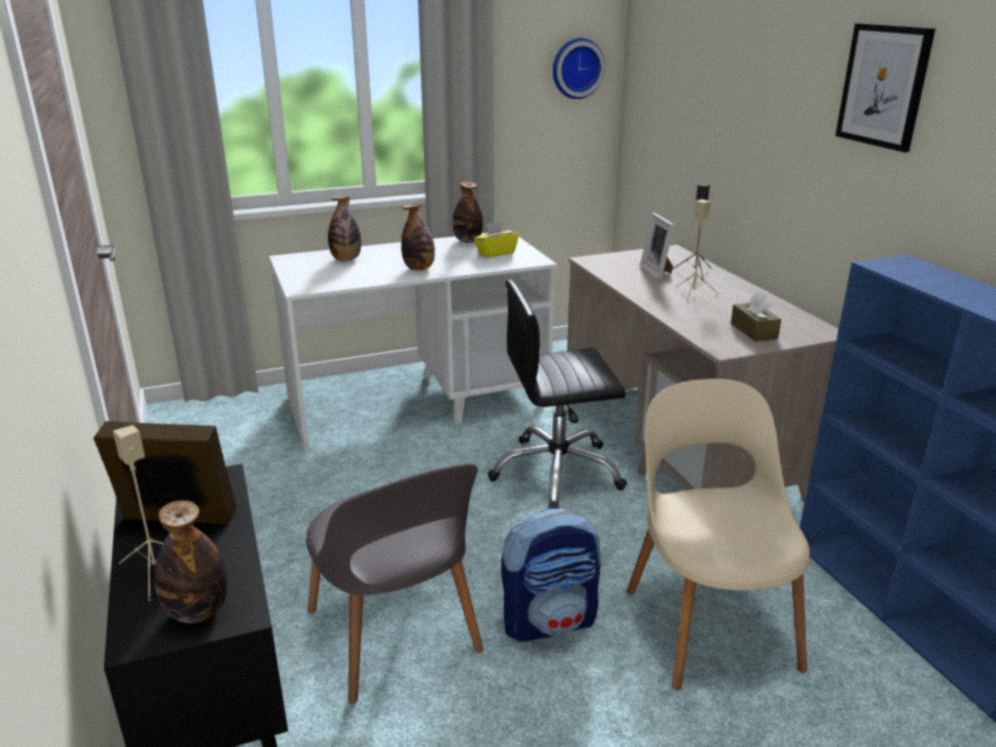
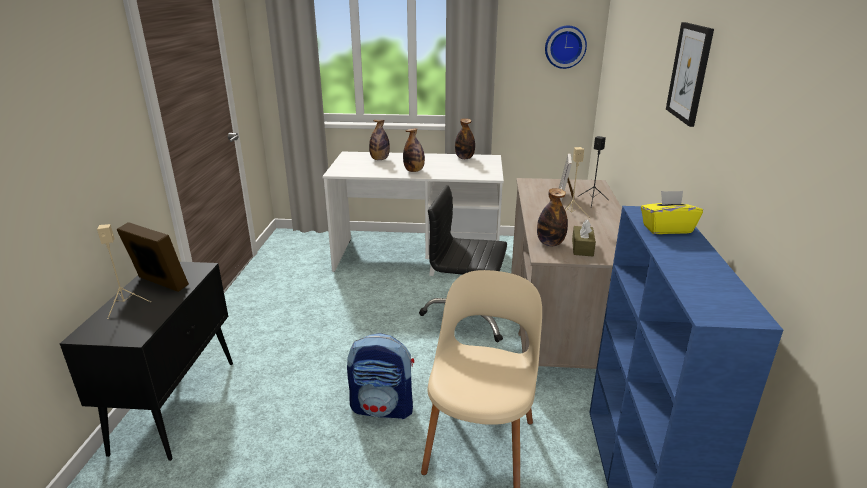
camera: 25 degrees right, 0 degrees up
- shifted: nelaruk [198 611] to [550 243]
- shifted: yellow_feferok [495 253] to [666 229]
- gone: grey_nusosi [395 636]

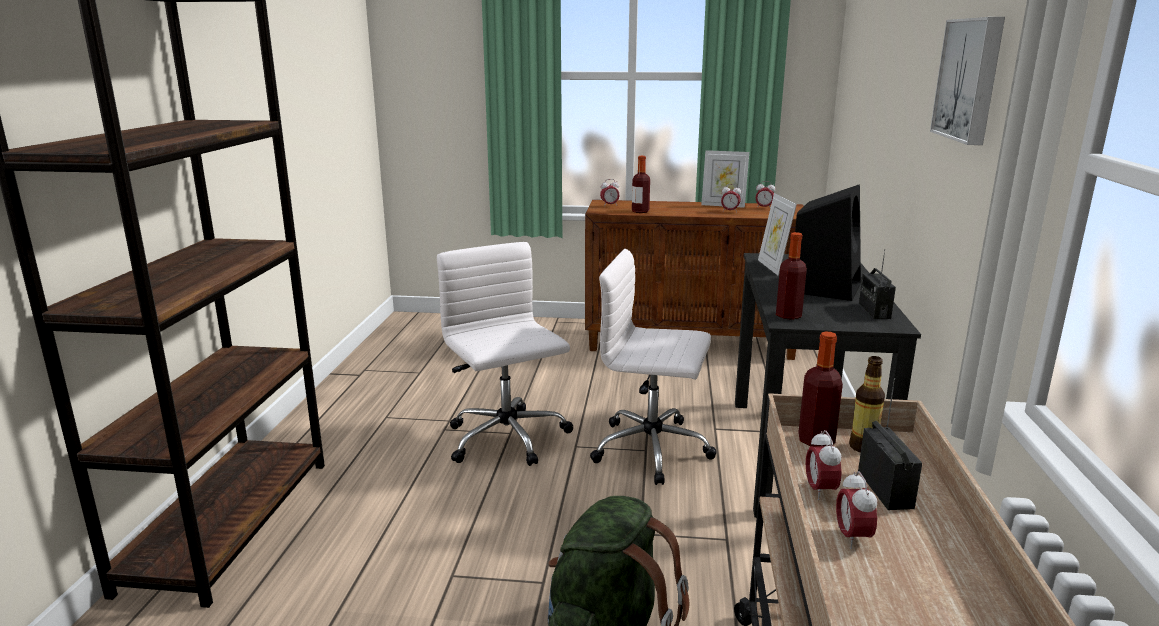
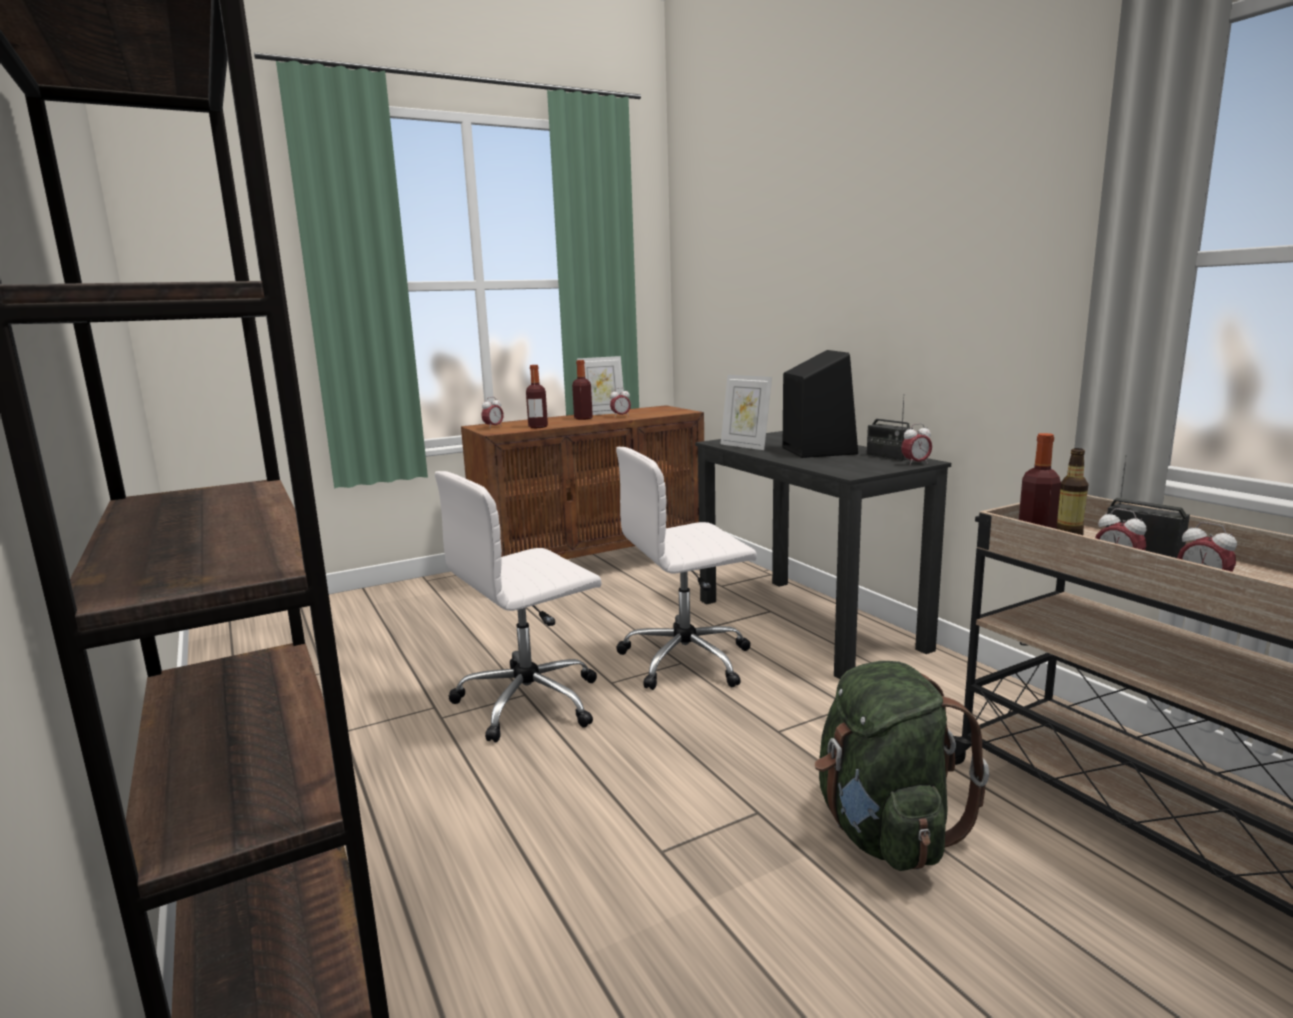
camera: 35 degrees left, 5 degrees down
- rotated: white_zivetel [508 439] = [531 701] 60 degrees counterclockwise
- shifted: nelaruk [788 315] to [583 418]
- shifted: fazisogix [764 208] to [915 463]
- gone: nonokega [971 79]

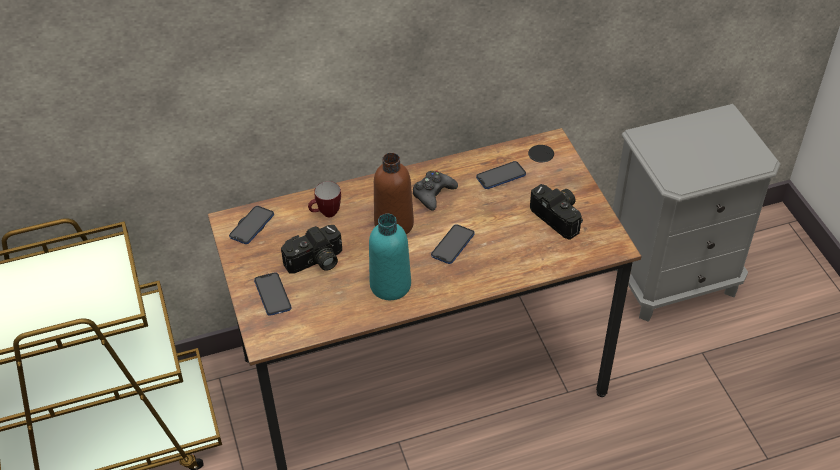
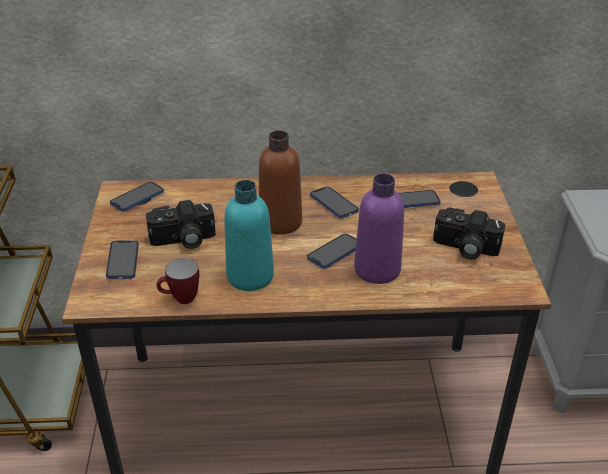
camera: 15 degrees right, 10 degrees down
- shifted: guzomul [326 214] to [180 299]
- swapped: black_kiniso [433 194] to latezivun [333 203]
- new: purple_nelaruk [377 269]
- rotated: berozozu [559 217] = [464 248] 135 degrees clockwise

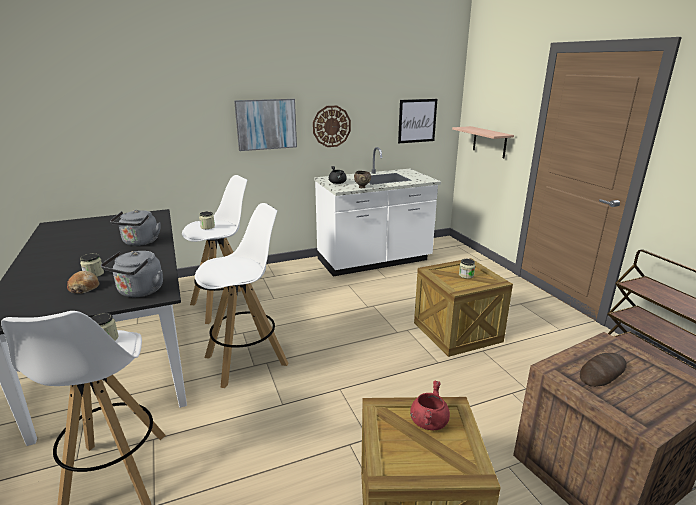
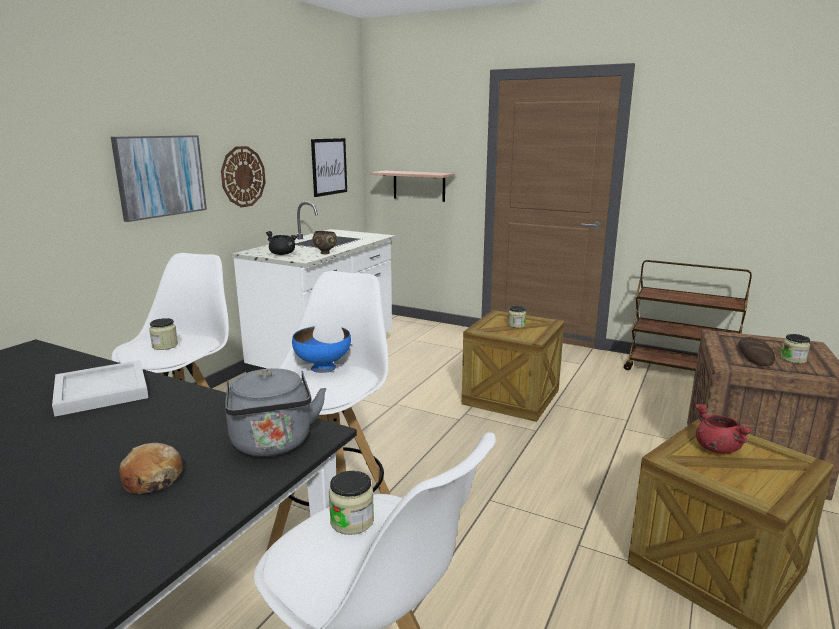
camera: 40 degrees left, 5 degrees down
- swapped: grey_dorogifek [140 242] to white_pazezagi [100 391]
- new: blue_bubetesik [323 367]
- shifted: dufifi [94 274] to [793 359]

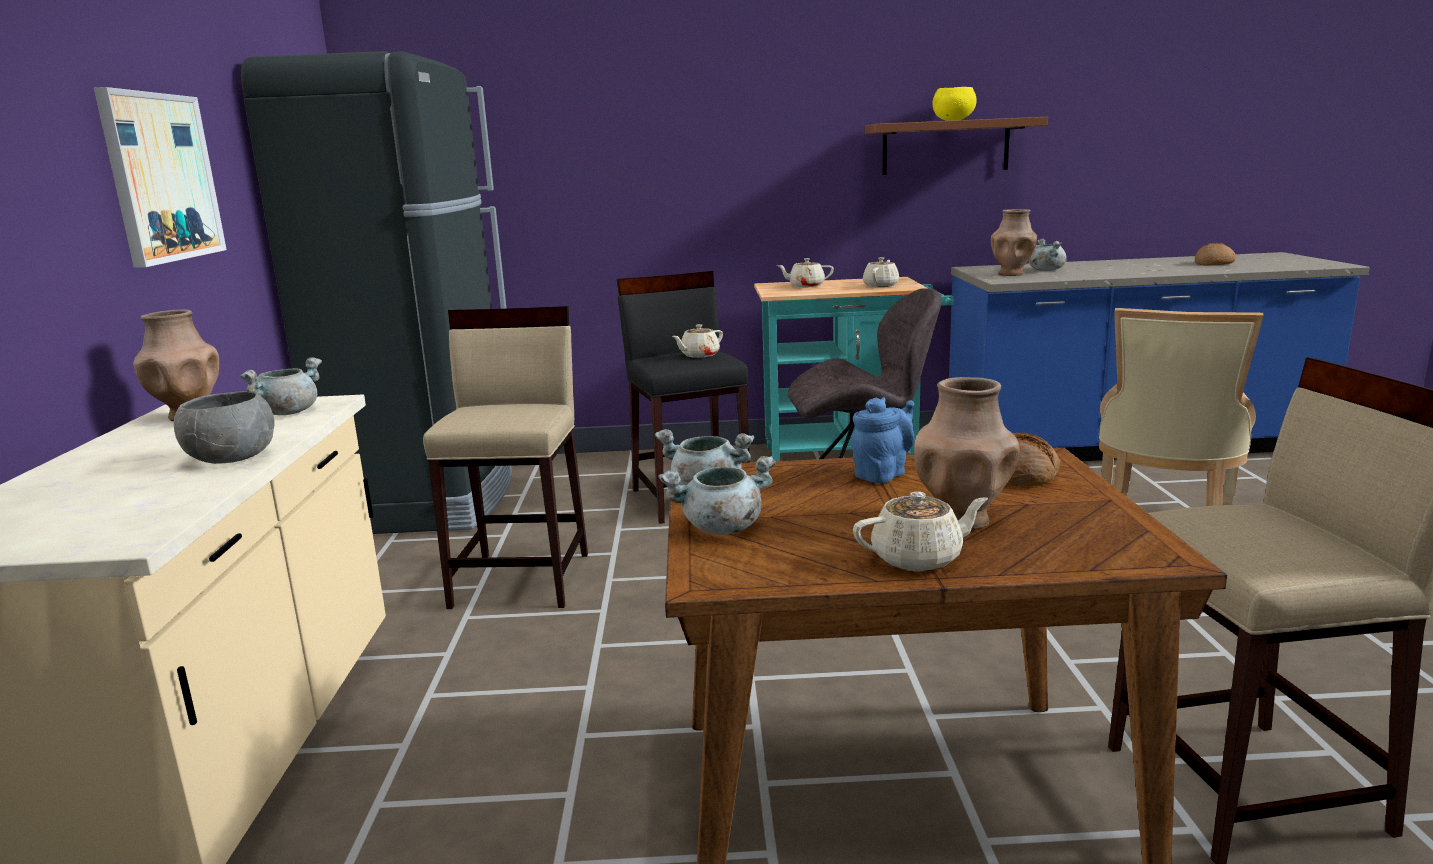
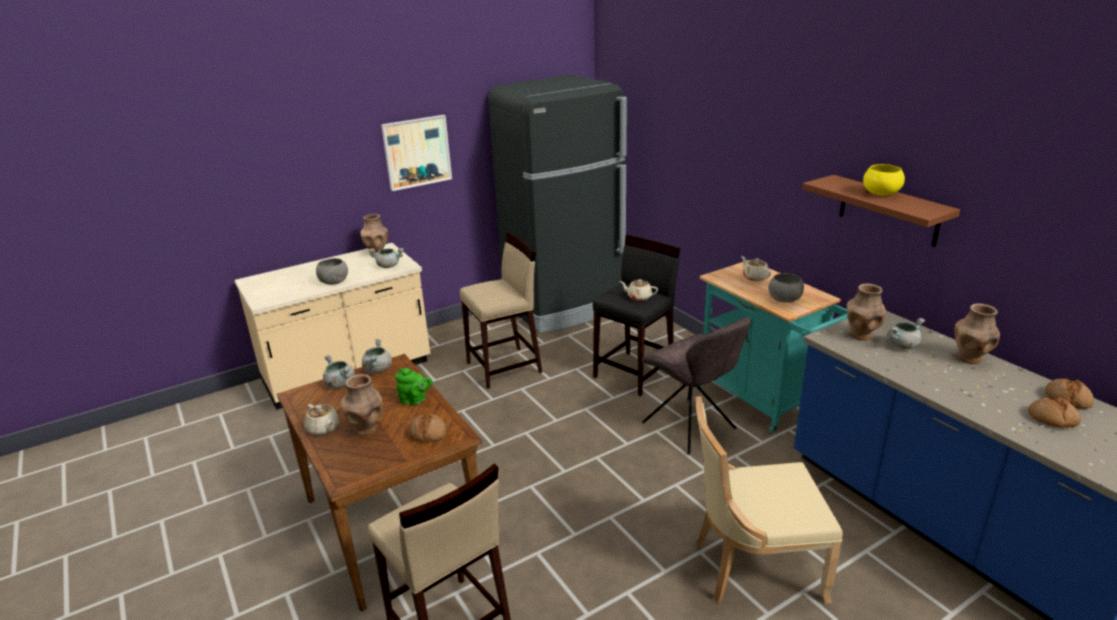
camera: 60 degrees right, 10 degrees up
- repainted: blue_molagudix [883 474] to green_molagudix [415 400]
- swapped: beige_molagudix [881 285] to grey_bubetesik [784 299]
- new: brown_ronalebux [969 359]
- new: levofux [1067 399]

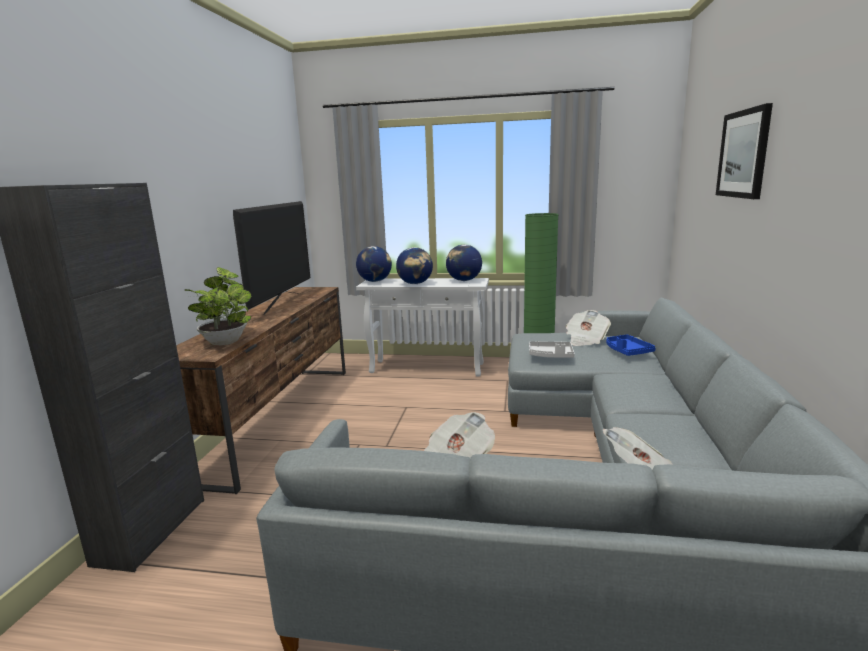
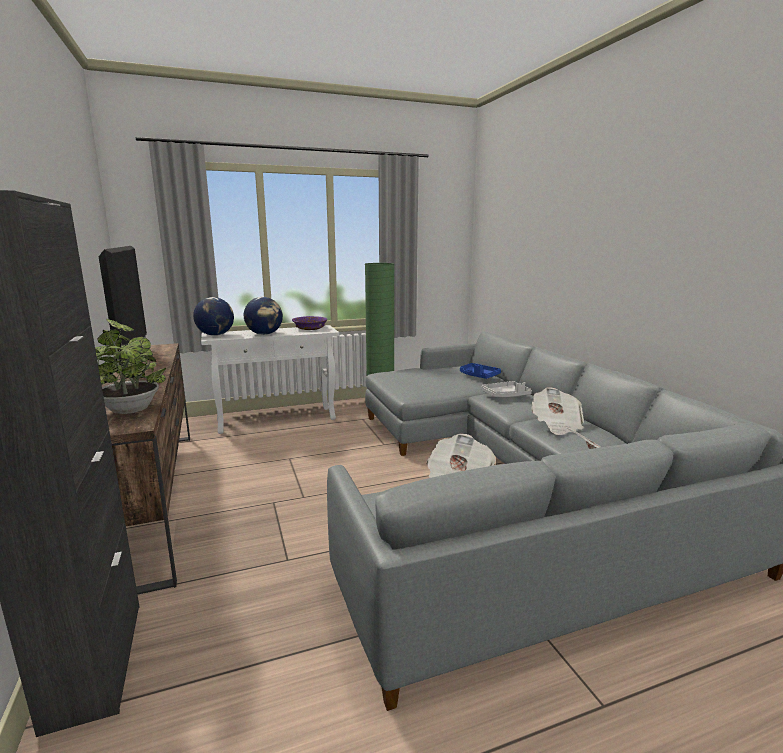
camera: 30 degrees left, 0 degrees up
- swapped: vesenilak [464 280] to purple_bubetesik [310 328]
- shifted: grey_pazezagi [551 356] to [505 395]
- shifted: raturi [585 340] to [556 425]
- gone: nonokega [743 154]

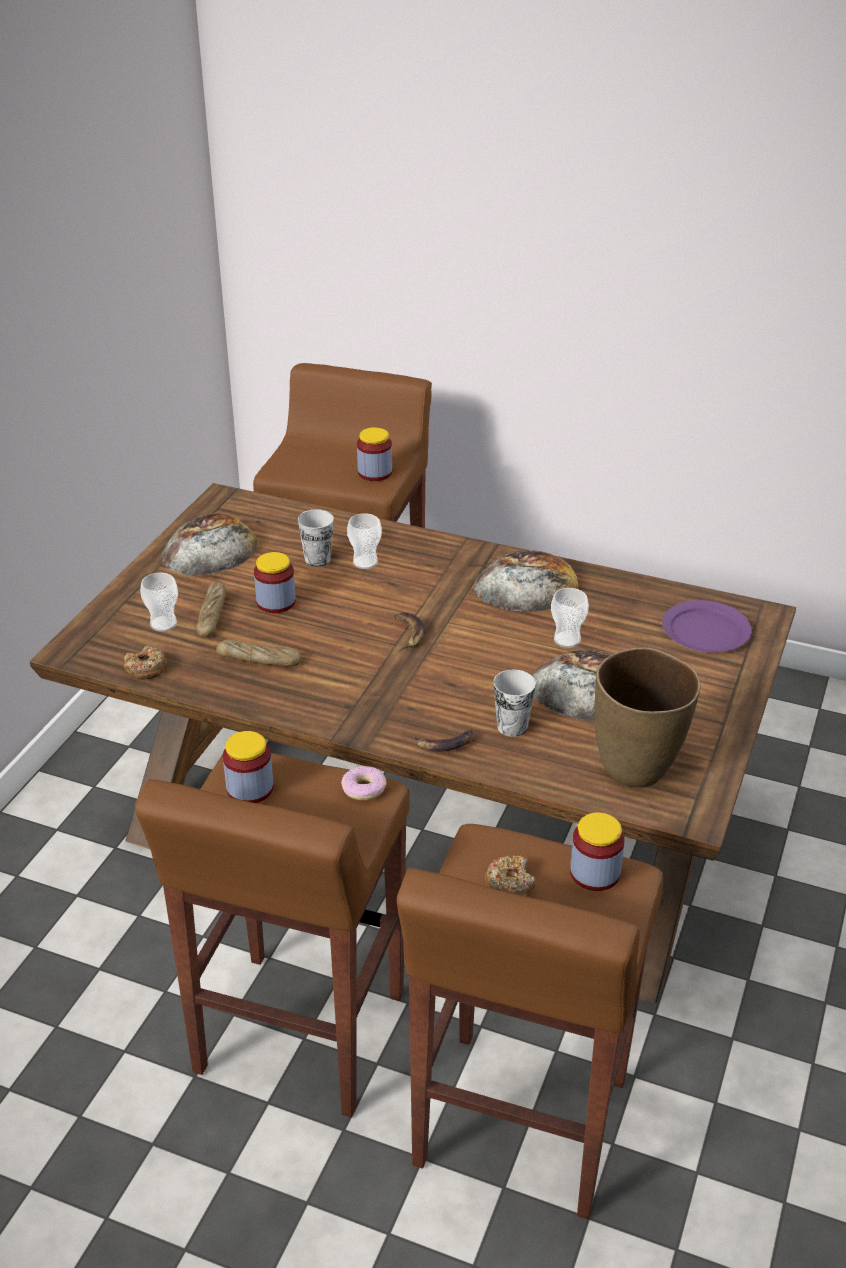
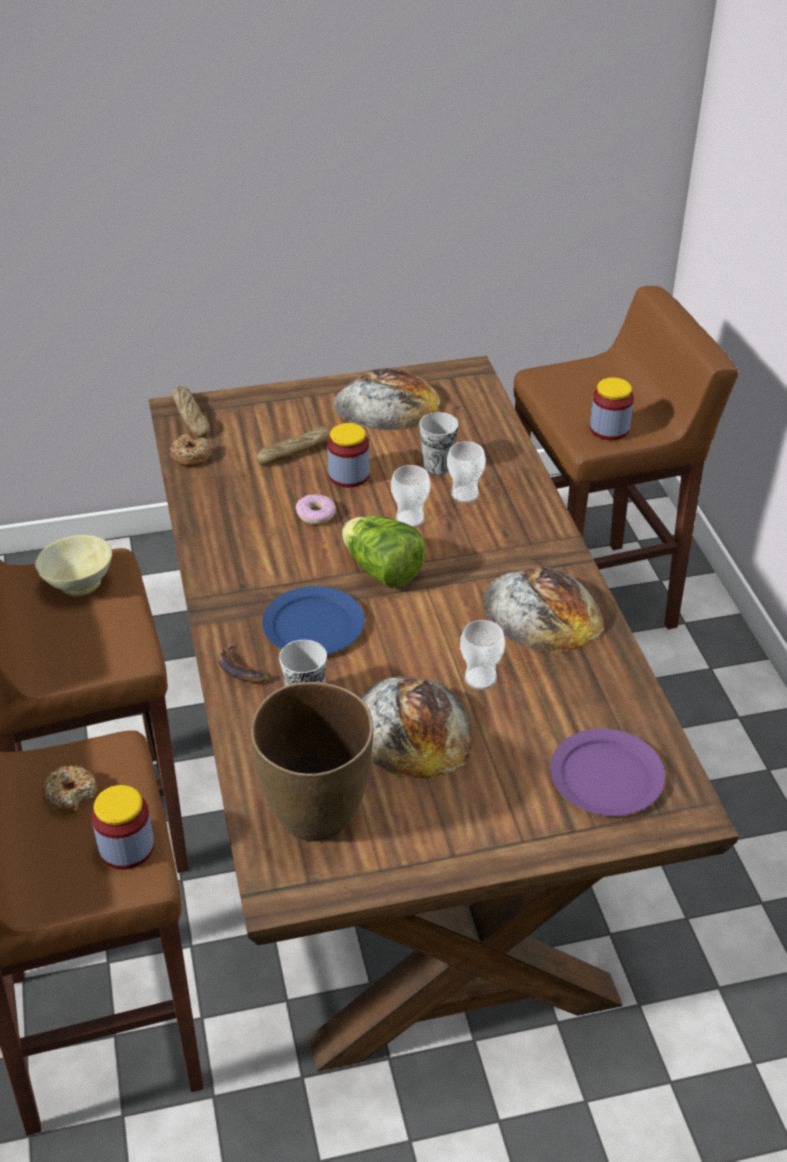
camera: 55 degrees right, 5 degrees up
- swapped: dufifi [250 788] to beige_bubetesik [79 583]
- shifted: levofux [259 659] to [191 417]
- new: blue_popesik [313 626]
- shifted: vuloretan [363 788] to [316 514]
- swapped: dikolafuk [408 633] to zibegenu [382 571]
- shifted: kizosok [163 624] to [410 519]

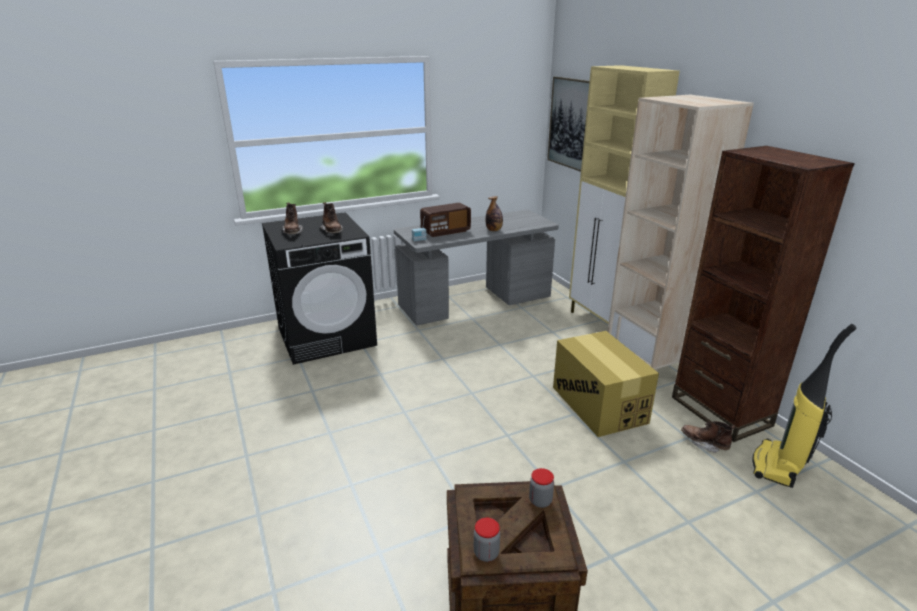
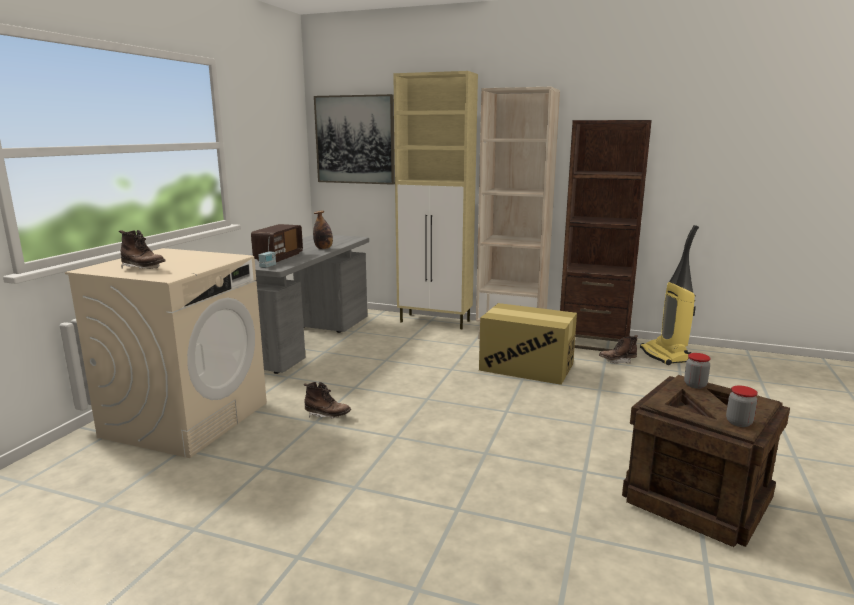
camera: 45 degrees left, 10 degrees down
- repainted: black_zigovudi [327 336] to beige_zigovudi [187 419]
- shifted: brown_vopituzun [332 231] to [327 416]

